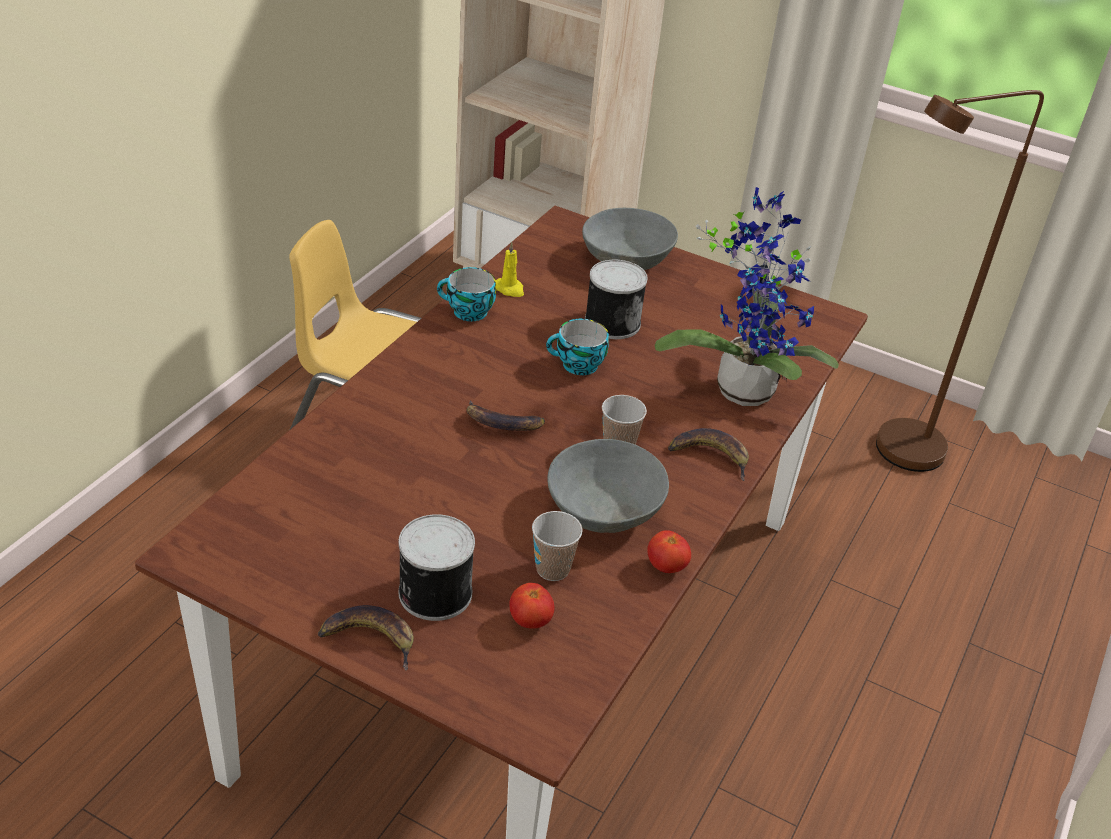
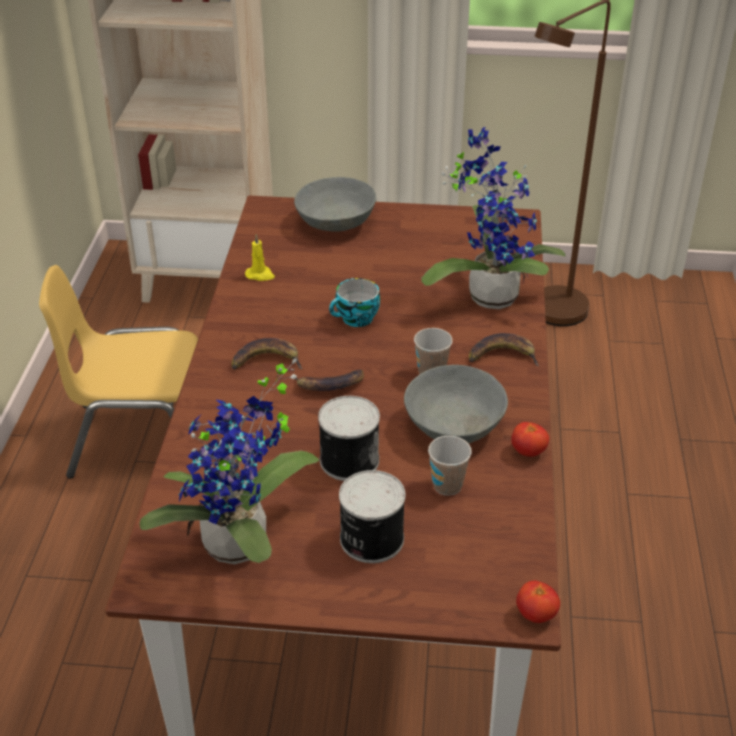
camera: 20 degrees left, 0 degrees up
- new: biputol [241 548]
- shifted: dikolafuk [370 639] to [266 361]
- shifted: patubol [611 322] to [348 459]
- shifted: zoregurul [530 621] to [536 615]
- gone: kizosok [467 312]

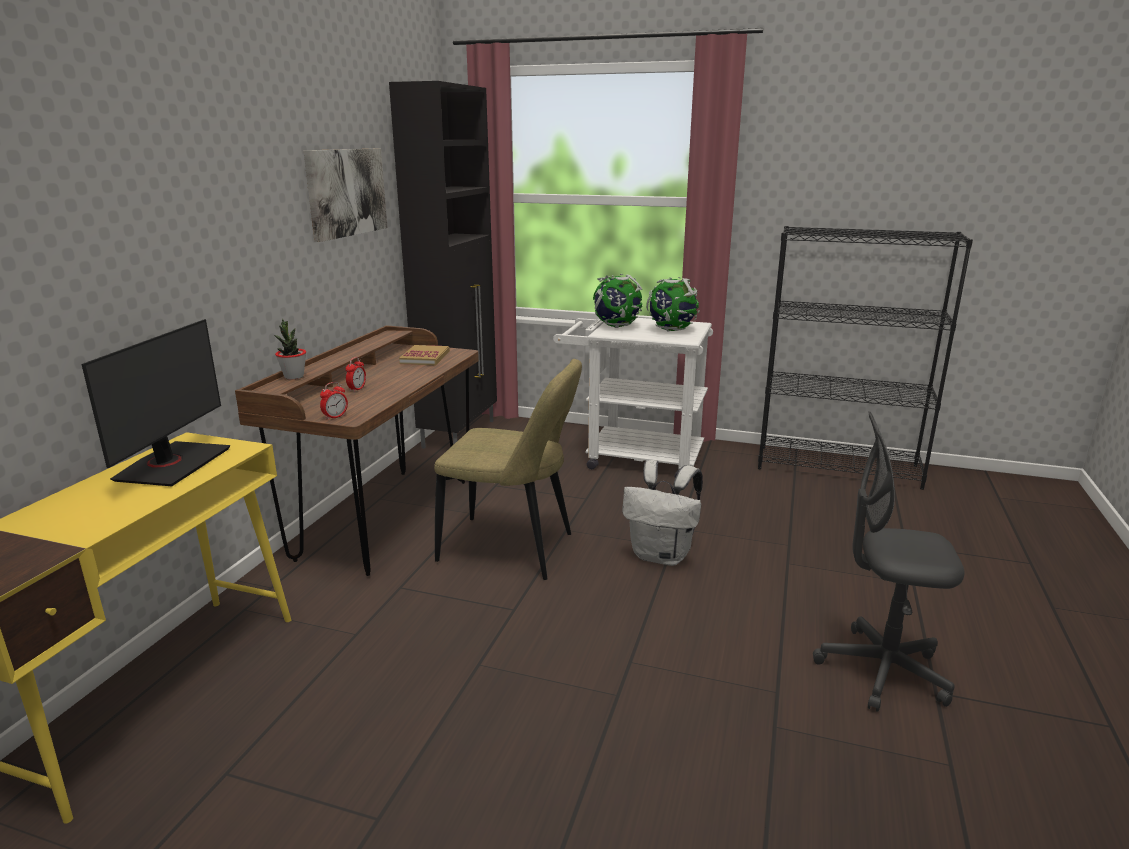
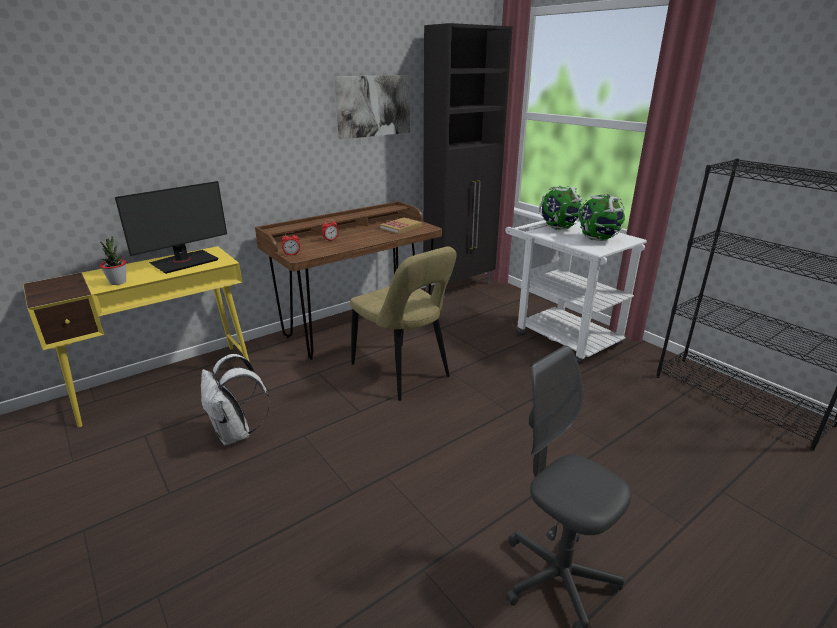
camera: 35 degrees right, 5 degrees up
- shifted: biputol [294 376] to [118 282]
- shifted: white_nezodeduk [662 555] to [236 434]

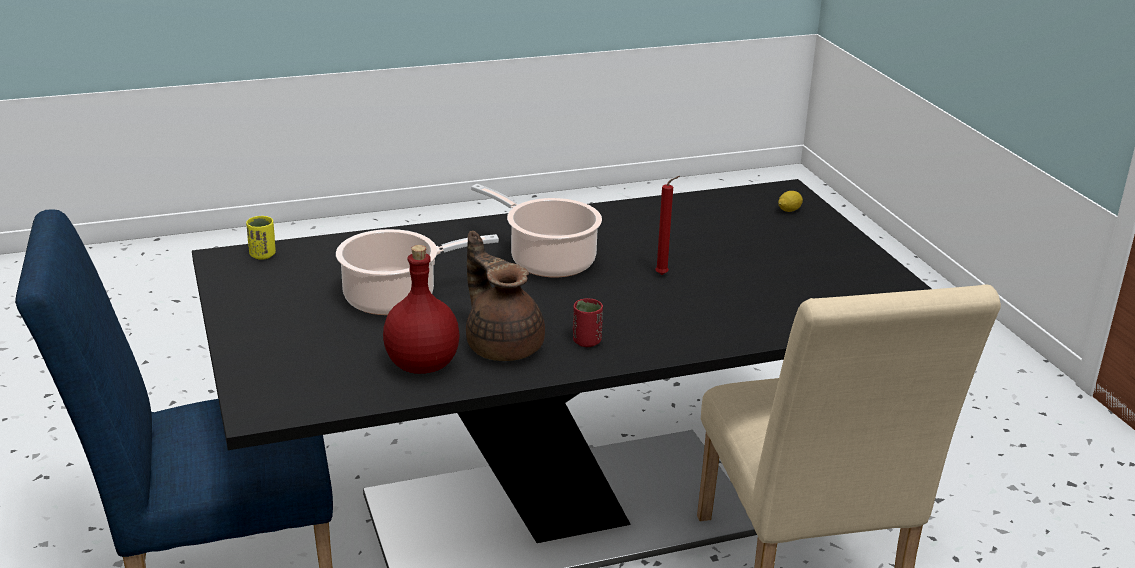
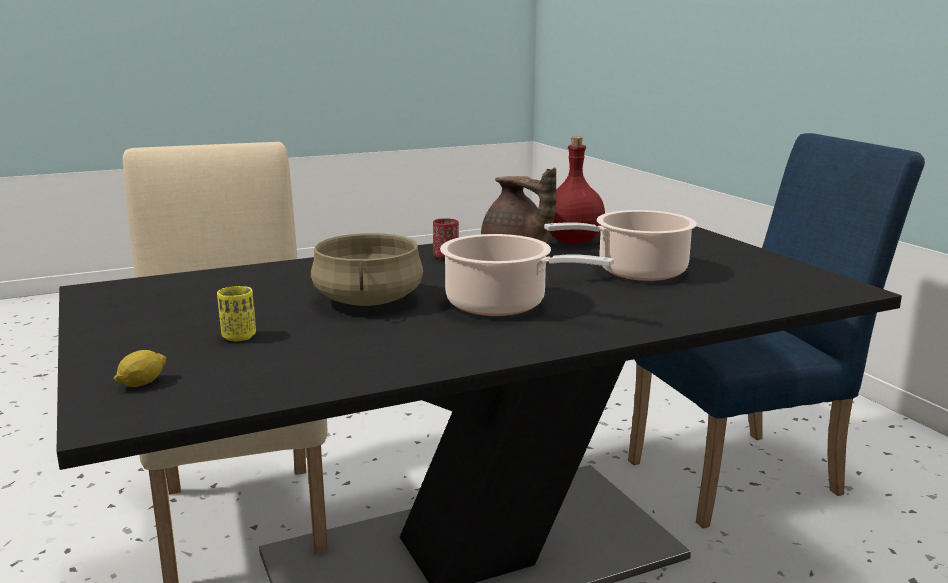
camera: 175 degrees right, 10 degrees down
- shifted: yellow_kizosok [262 255] to [239 337]
- swapped: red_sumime [663 275] to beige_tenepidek [367 300]

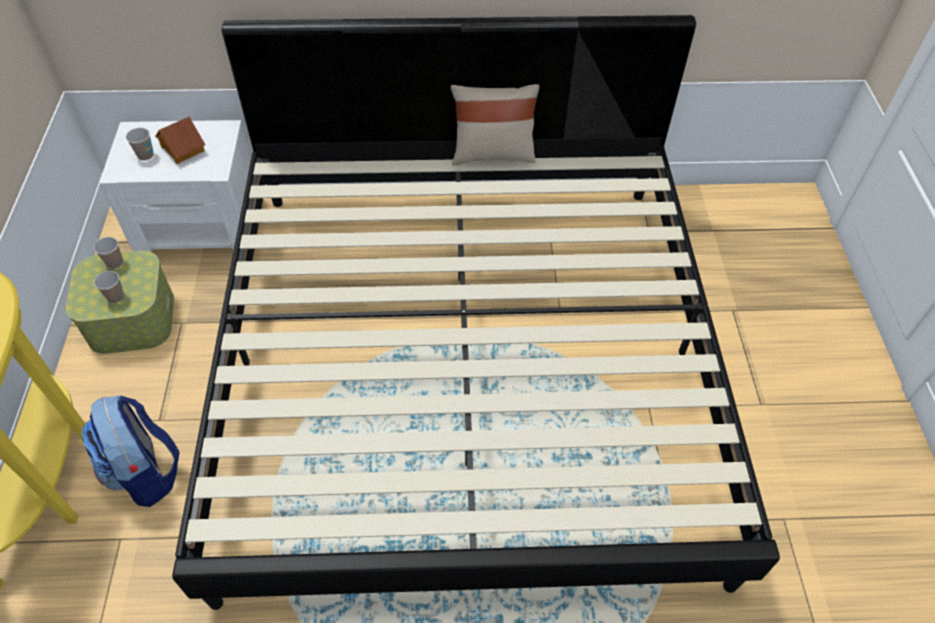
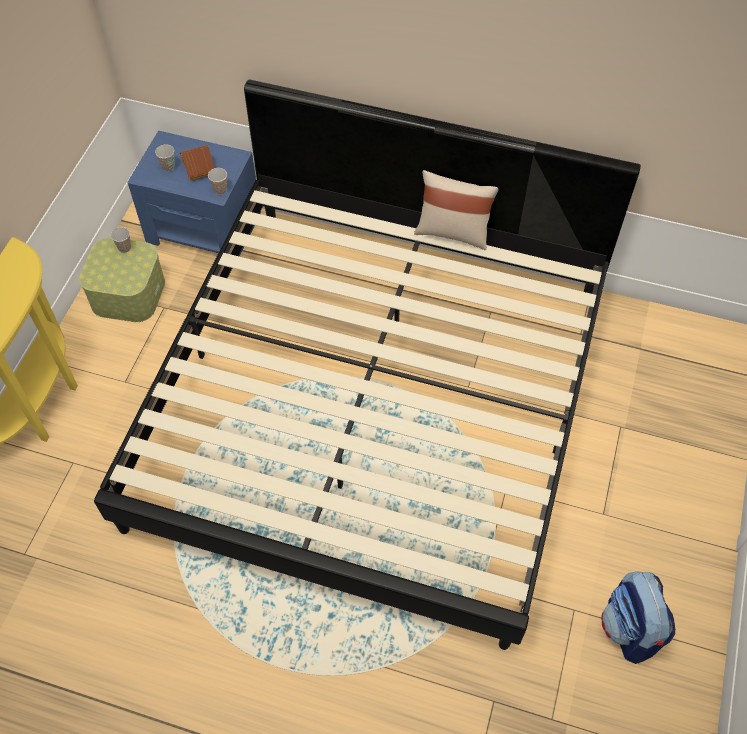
camera: 20 degrees right, 5 degrees up
- repainted: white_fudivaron [201 227] to blue_fudivaron [204 227]
- shifted: kizosok [116 297] to [220 190]
- shifted: nezodeduk [147 472] to [630 629]

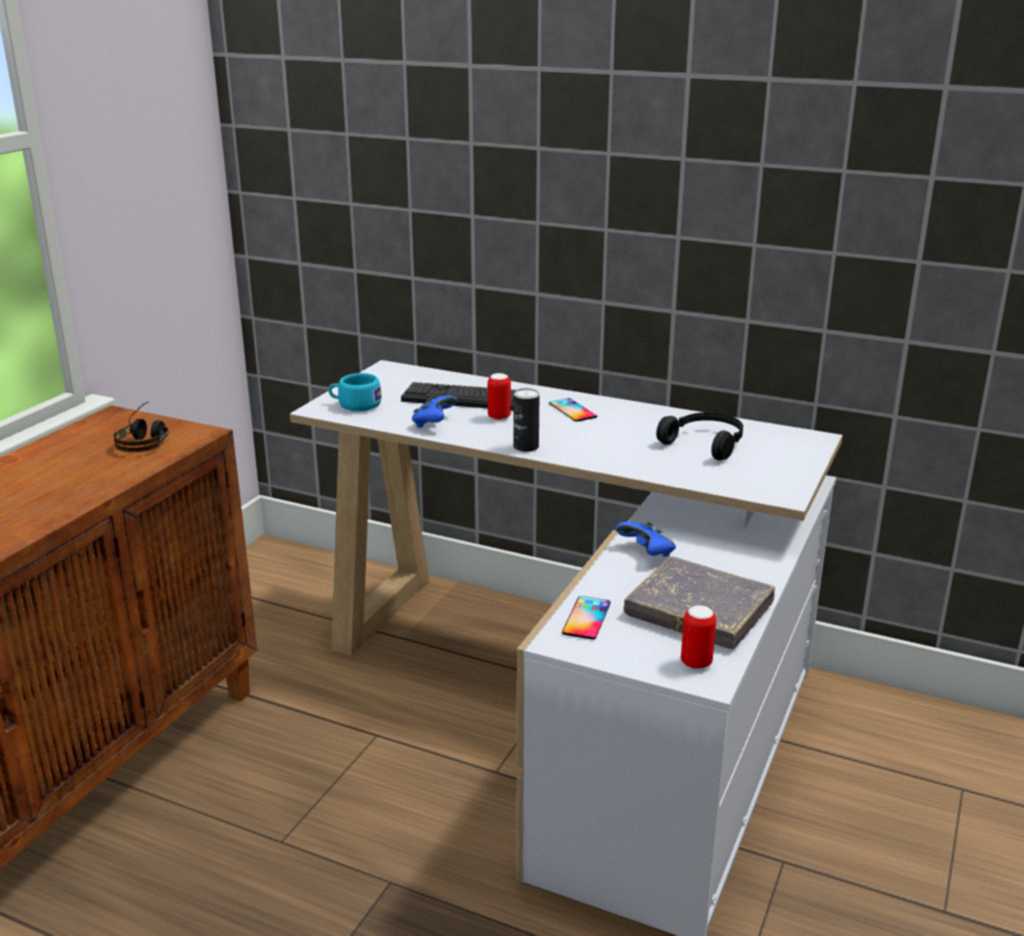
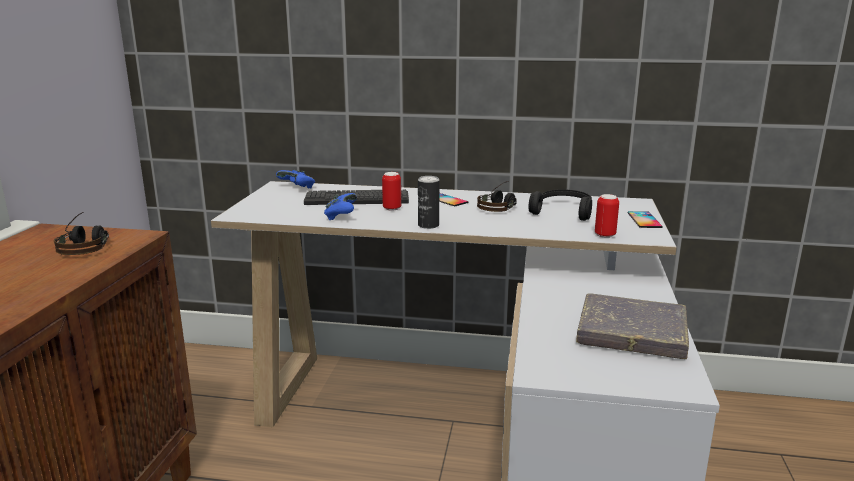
camera: 15 degrees left, 5 degrees down
- shifted: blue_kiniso [647 553] to [297 188]
- new: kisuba [500 206]
- shifted: patubol [696 663] to [605 235]
- shifted: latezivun [586 618] to [644 220]
- gone: turquoise_kizosok [355 405]

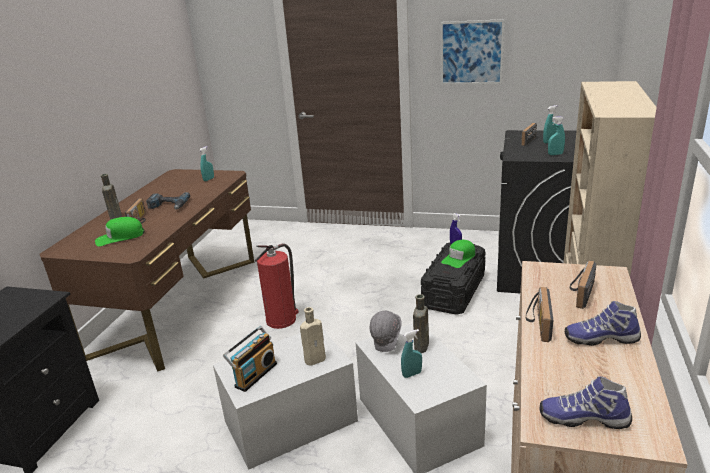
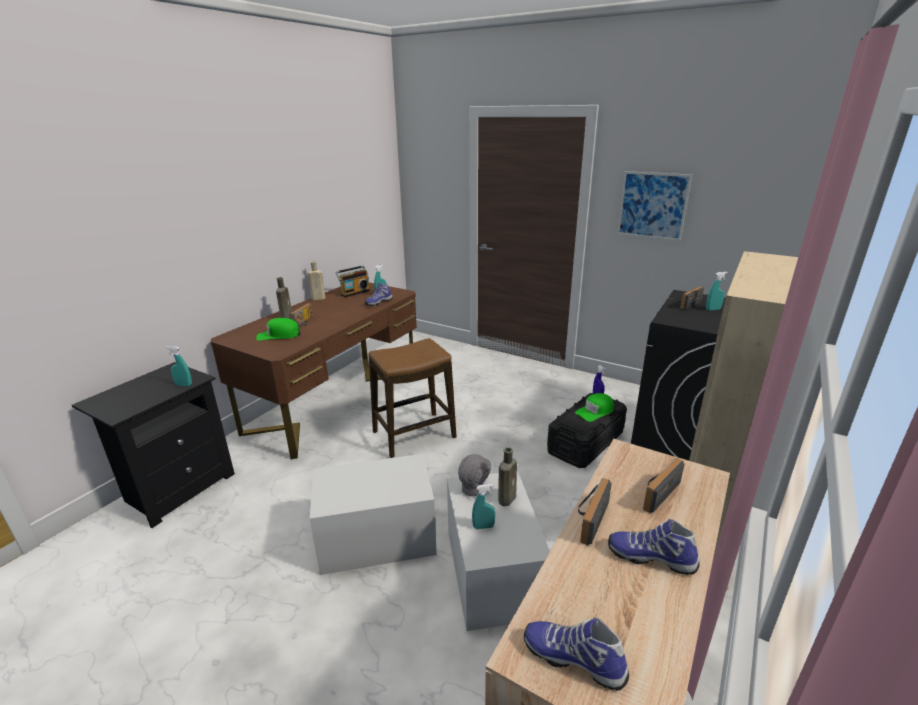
camera: 15 degrees right, 0 degrees up
- shifted: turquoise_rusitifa [555 154] to [184 385]
- shifted: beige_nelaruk [316 359] to [319 298]
- shifted: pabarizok [254 374] to [354 292]
- new: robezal [378 302]
- swapped: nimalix [282 319] to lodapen [414 435]
- gone: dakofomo [168 206]

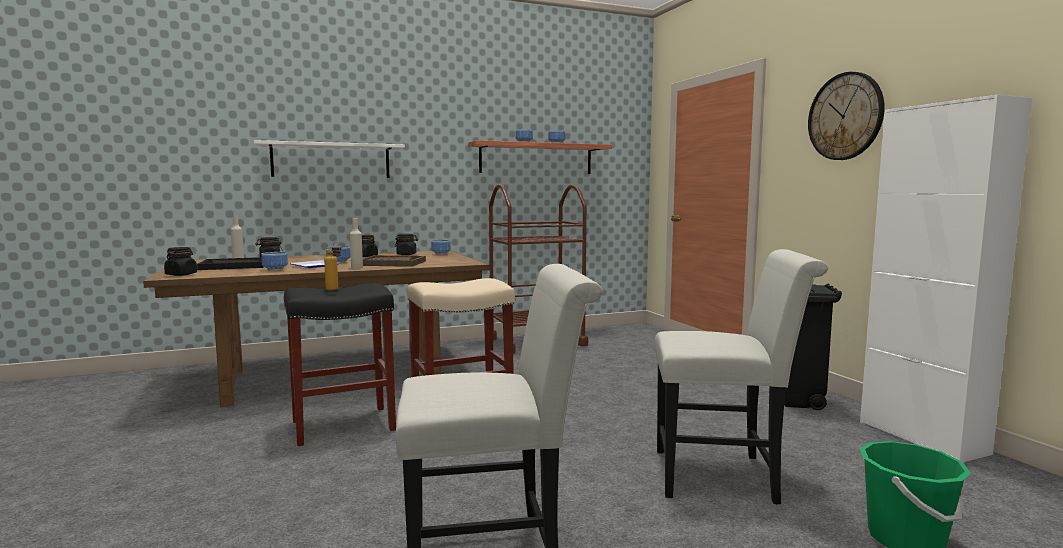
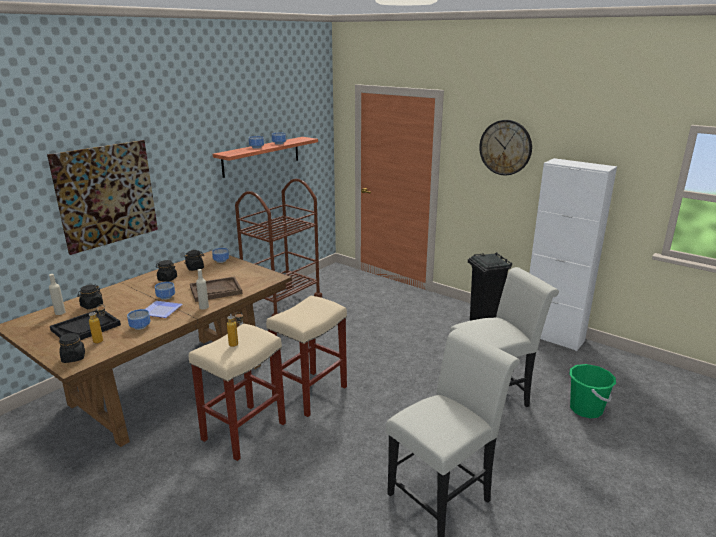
camera: 30 degrees left, 15 degrees up
- swapped: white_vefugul [331 160] to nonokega [106 195]
- new: nelaruk [102 340]
- repainted: black_lodapen [342 426] to beige_lodapen [243 432]

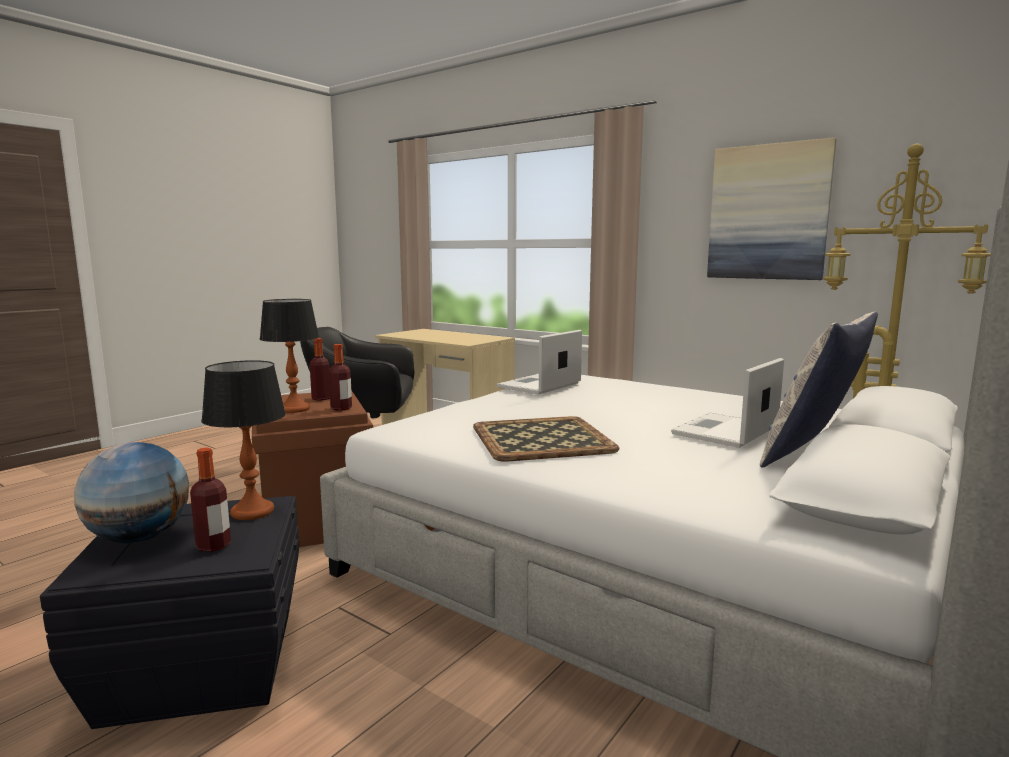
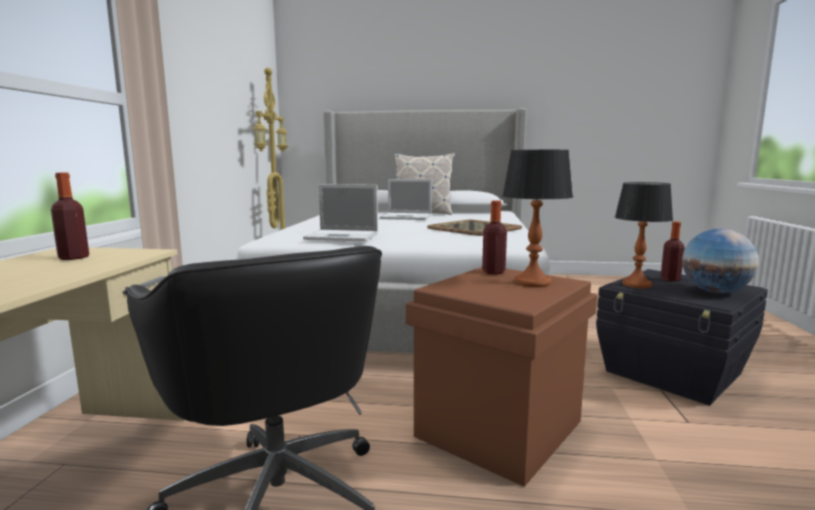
camera: 120 degrees left, 0 degrees up
- shifted: nelaruk [321 398] to [73 257]
- gone: nonokega [768 212]

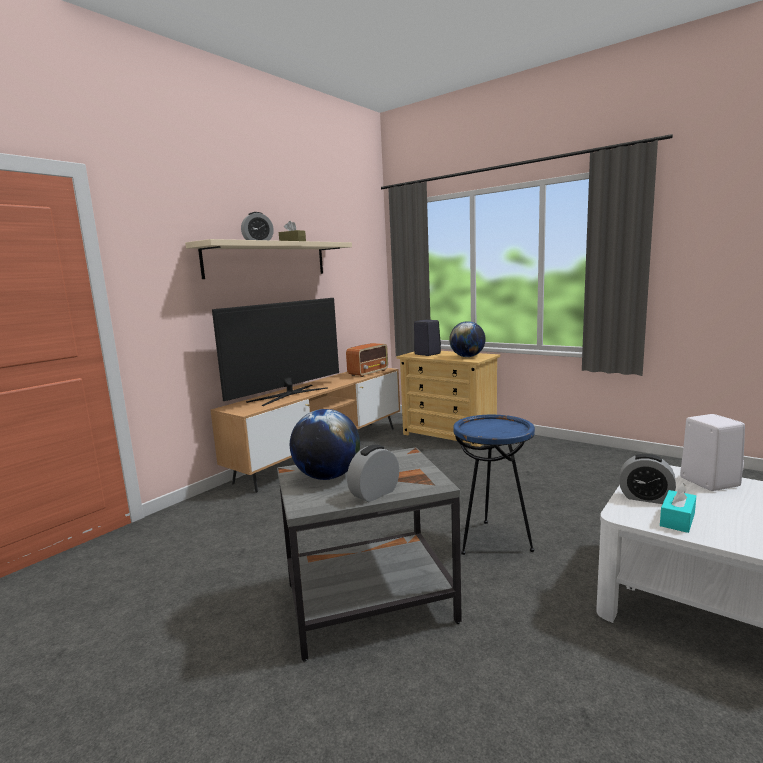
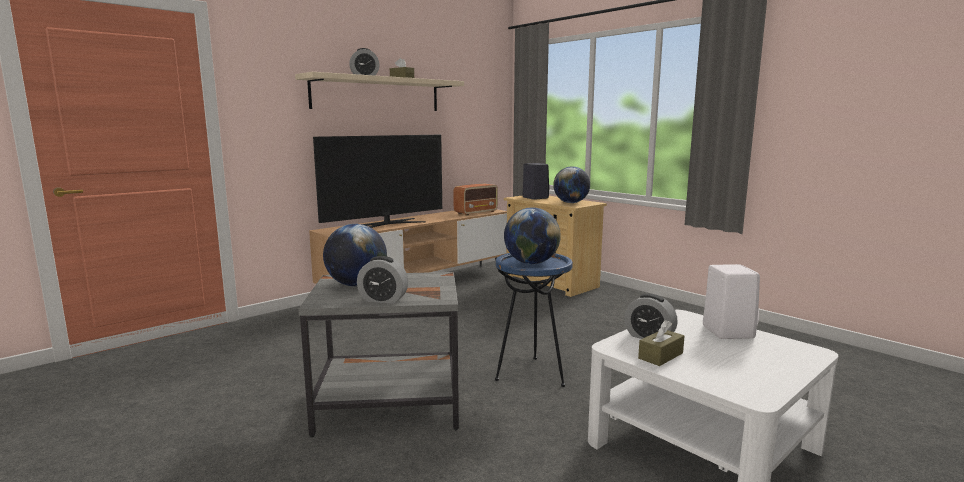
camera: 10 degrees right, 0 degrees up
- rotated: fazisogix [374 494] = [383 299] 135 degrees counterclockwise
- new: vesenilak [531 263]
- repainted: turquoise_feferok [677 519] to brown_feferok [660 356]

